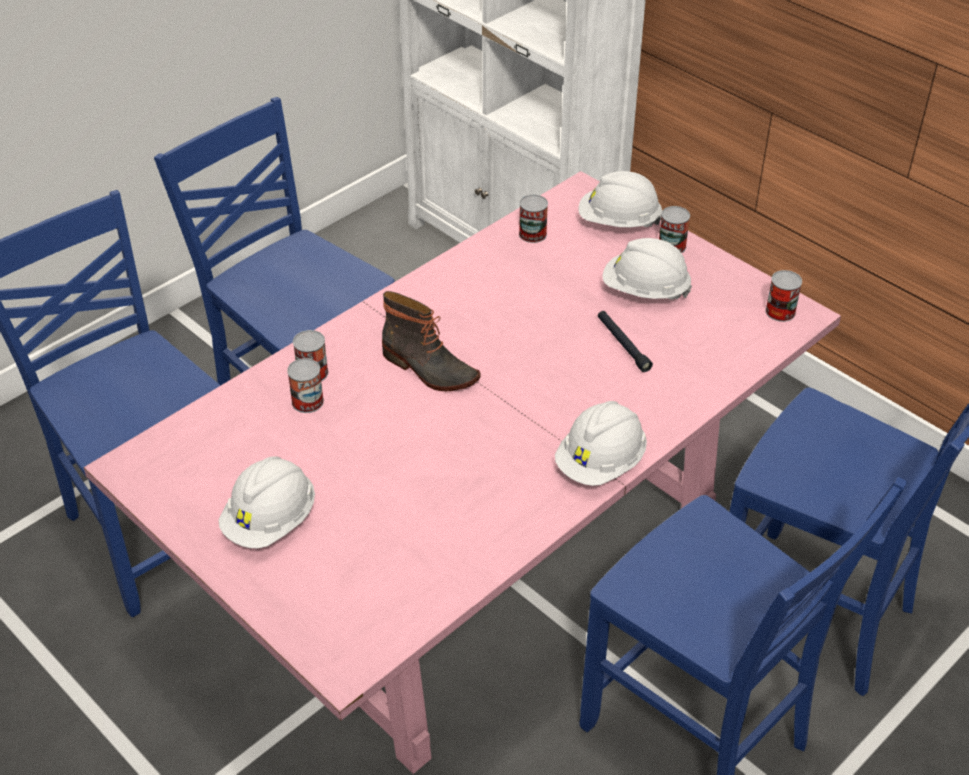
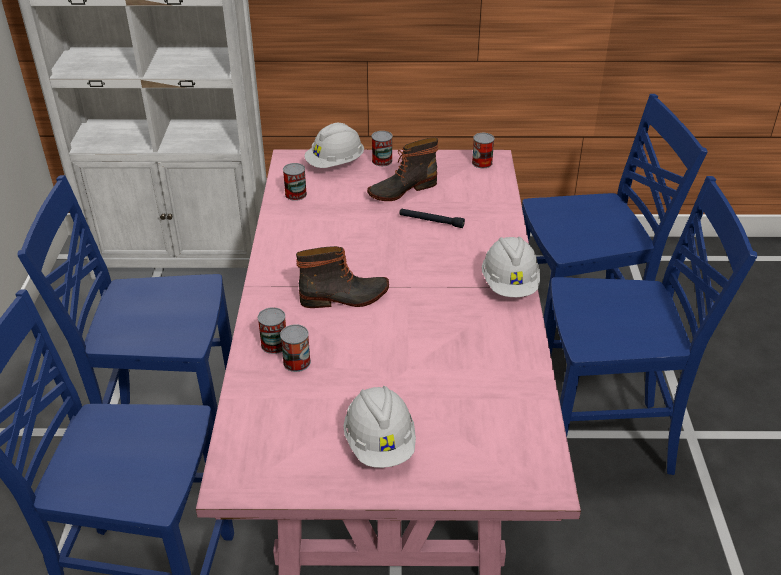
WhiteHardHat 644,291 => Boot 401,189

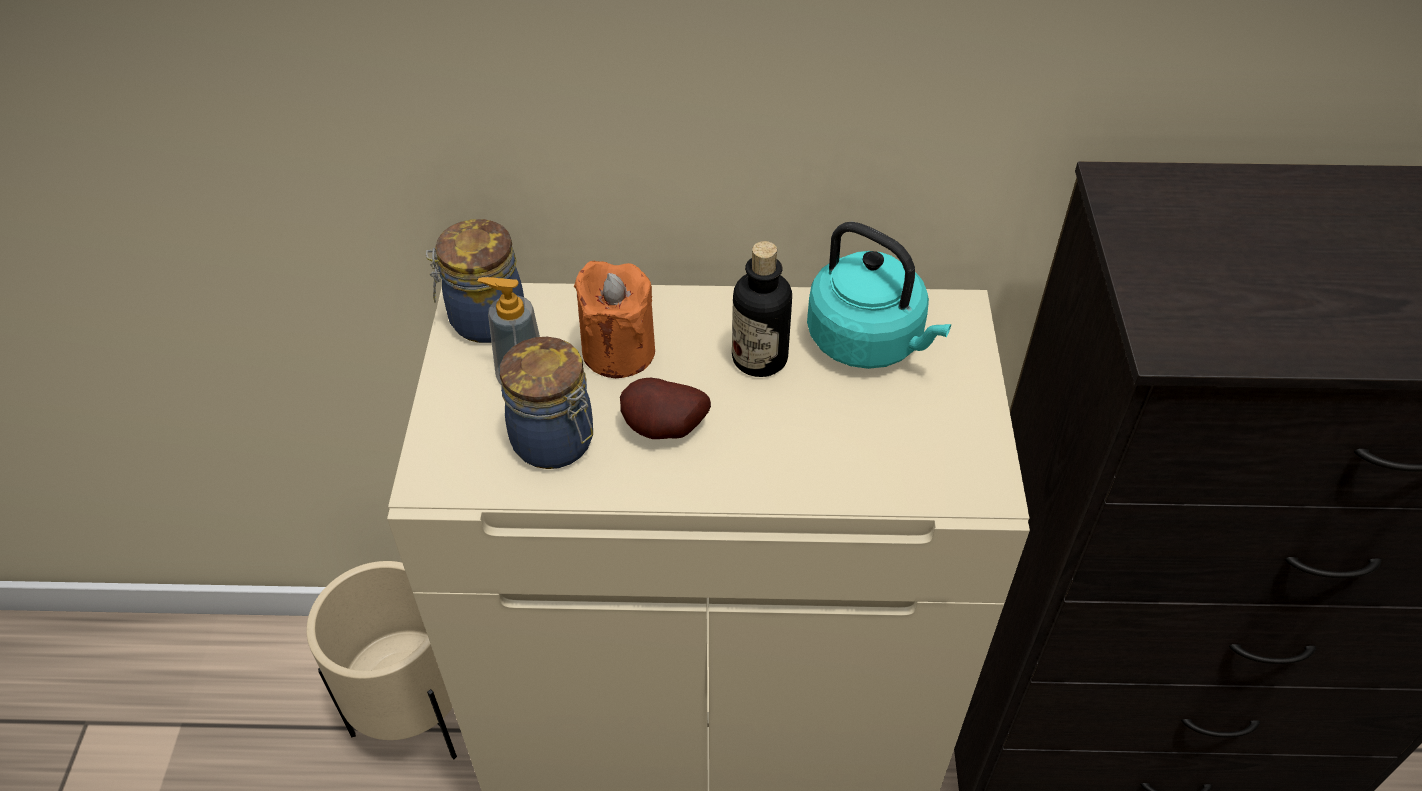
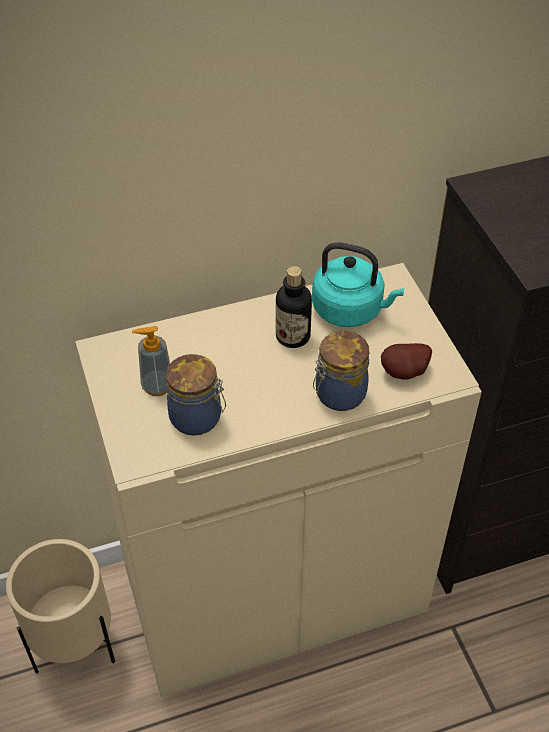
Jar 484,320 => Jar 338,395, move
Potato 664,431 => Potato 406,374, move
OrangeCandle 618,351 => nothing

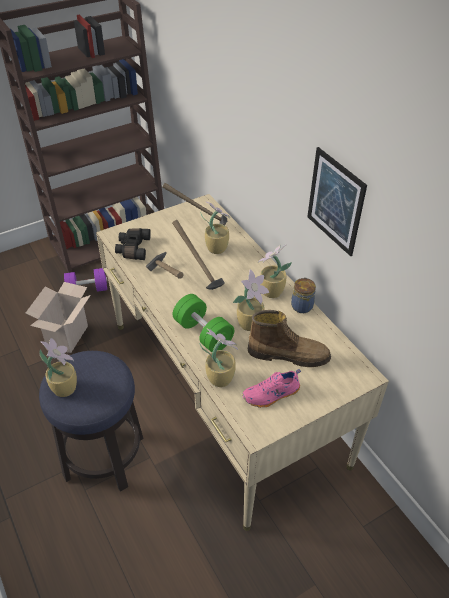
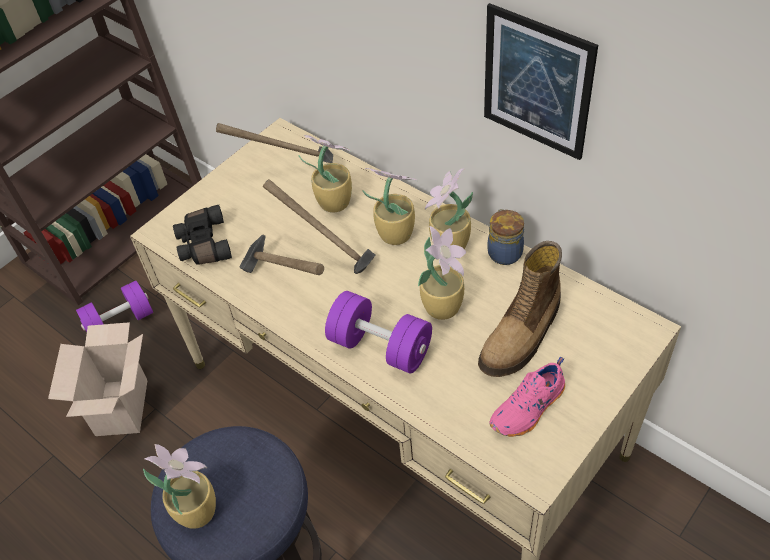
GreenDumbbell 203,333 => PurpleDumbbell 380,346
PottedPlant 219,377 => PottedPlant 394,233, move
Boot 288,354 => Boot 522,335, 135 degrees clockwise

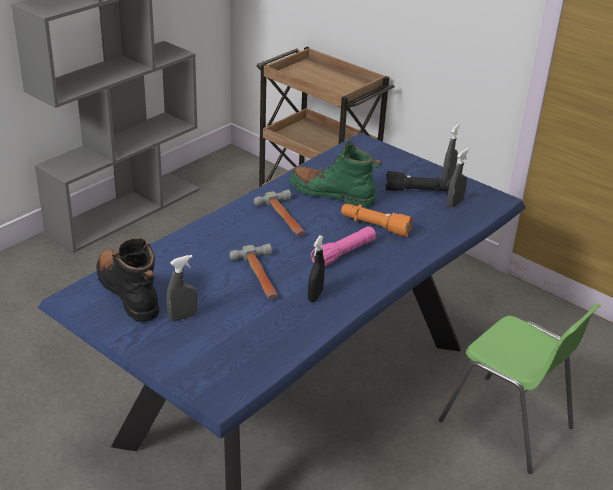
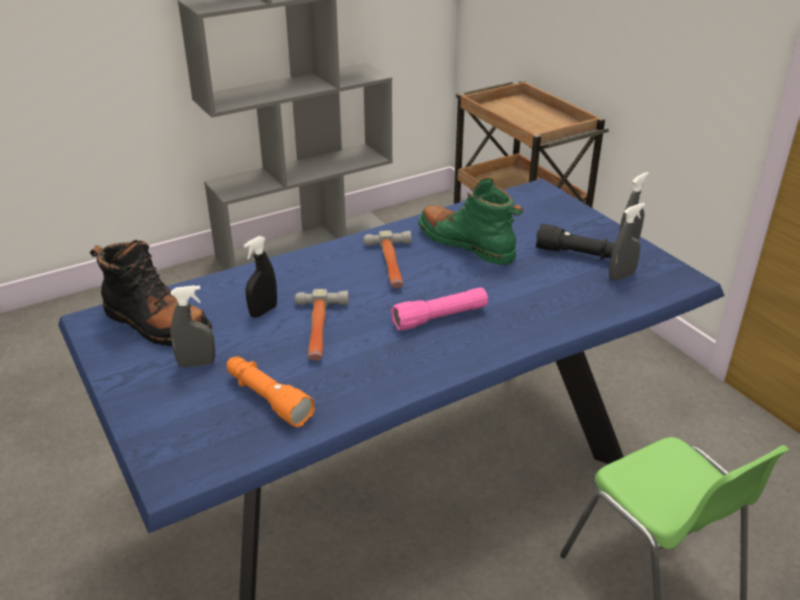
BlackBoot 129,293 => BlackBoot 156,324, 135 degrees clockwise
OrangeFlashlight 374,226 => OrangeFlashlight 267,399, move
BlackSprayBottle 315,295 => BlackSprayBottle 263,311, move

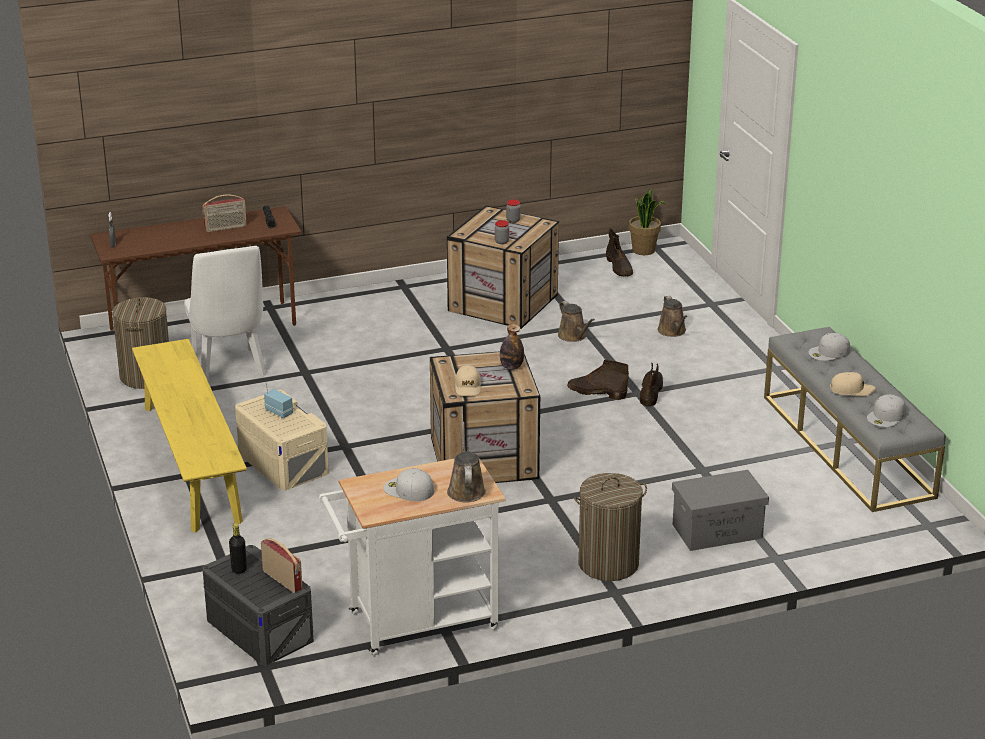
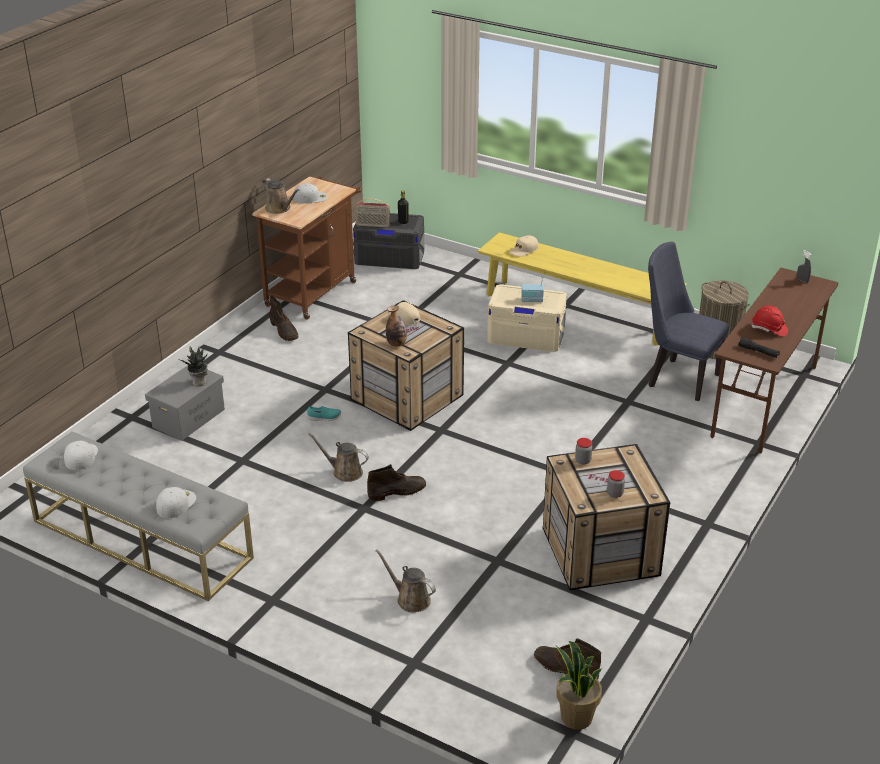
nothing => PottedPlant 199,382
WhiteCart 414,624 => BrownCart 314,291
BrownBoot 651,391 => BrownBoot 284,331, move
nothing => TurquoiseShoe 324,418
BrownWateringCan 573,336 => BrownWateringCan 344,472, move
BeigeCap 852,390 => BeigeCap 523,250, move
WhiteChair 229,370 => BlueChair 677,378
Radio 225,228 => RedHardHat 769,329
LaundryBasket 608,564 => nothing

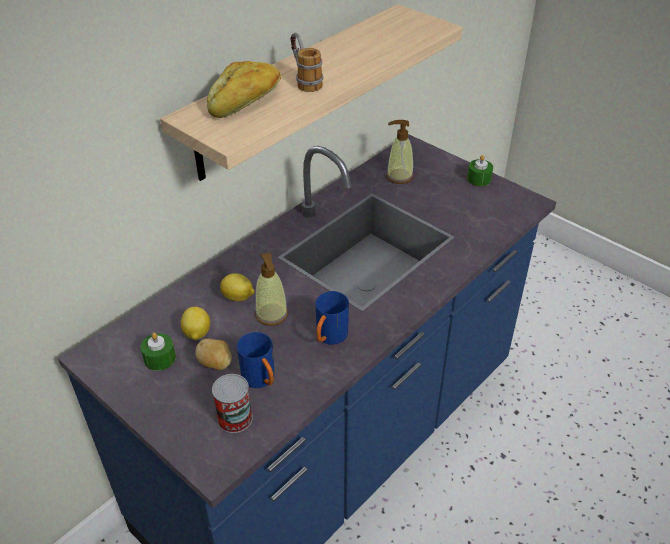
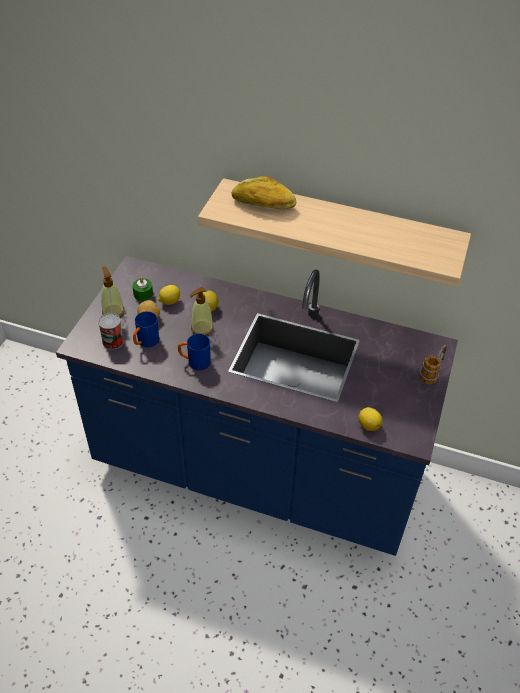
SoapDispenser 399,176 => SoapDispenser 113,312, move
nothing => Lemon 368,425
Mug 304,81 => Mug 432,372, move
GreenCandle 479,179 => nothing

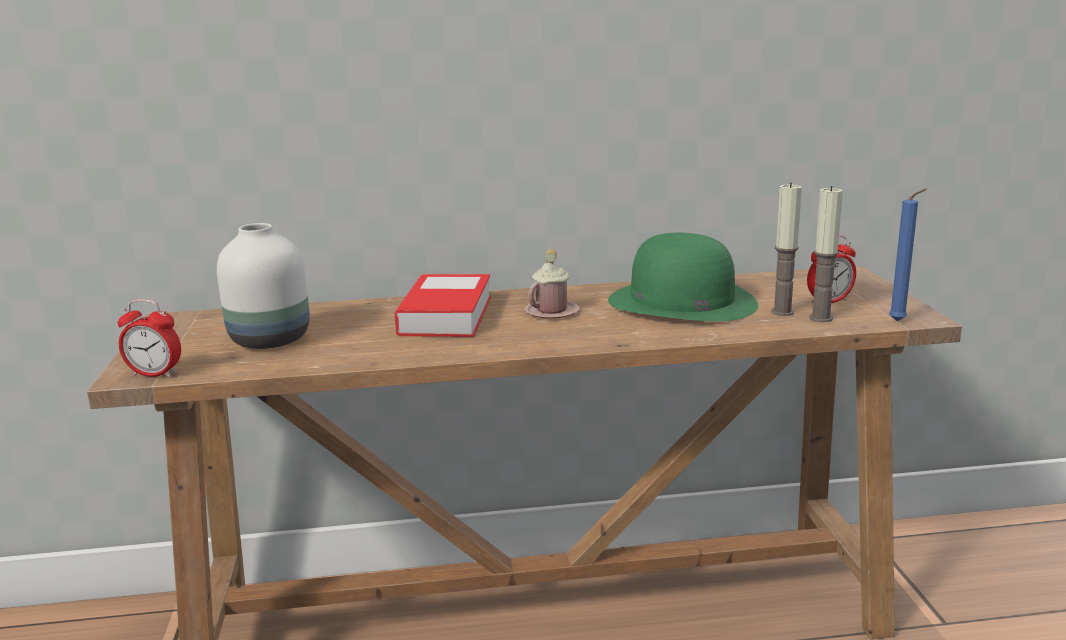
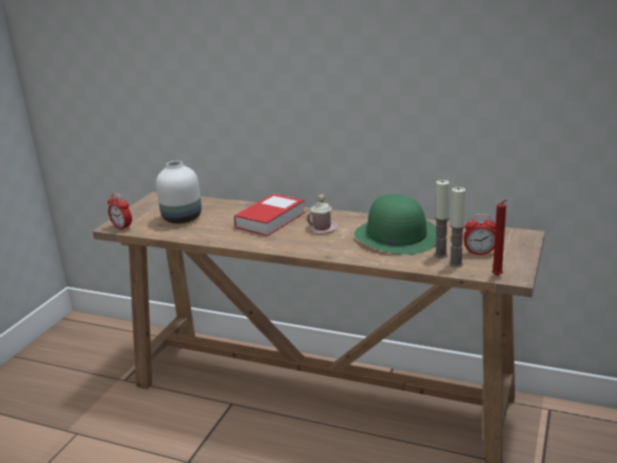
BlueCandle 899,322 => RedCandle 498,276

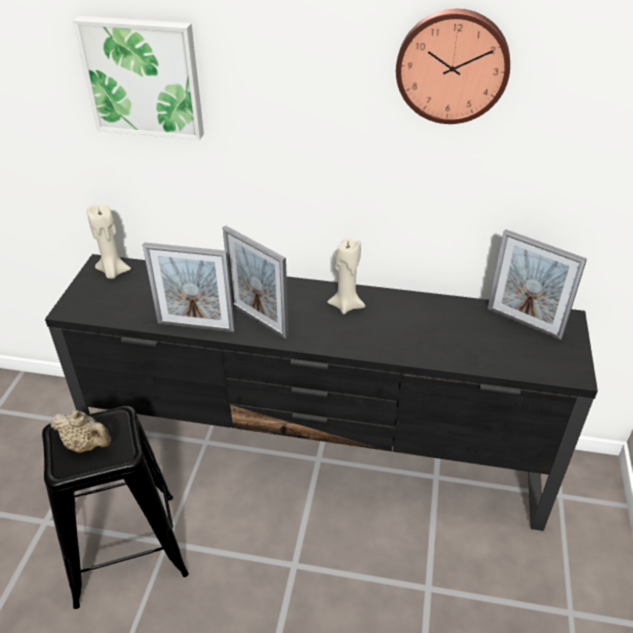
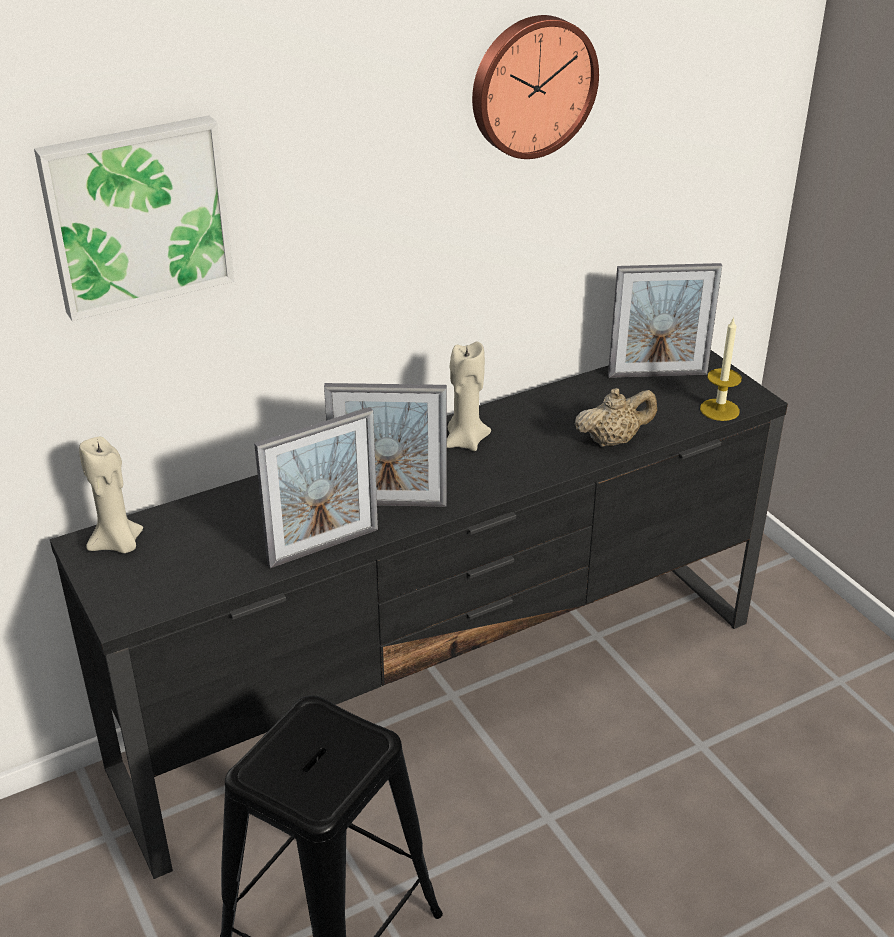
BeigeTeapot 86,445 => BeigeTeapot 613,440, move
nothing => Candle 719,410

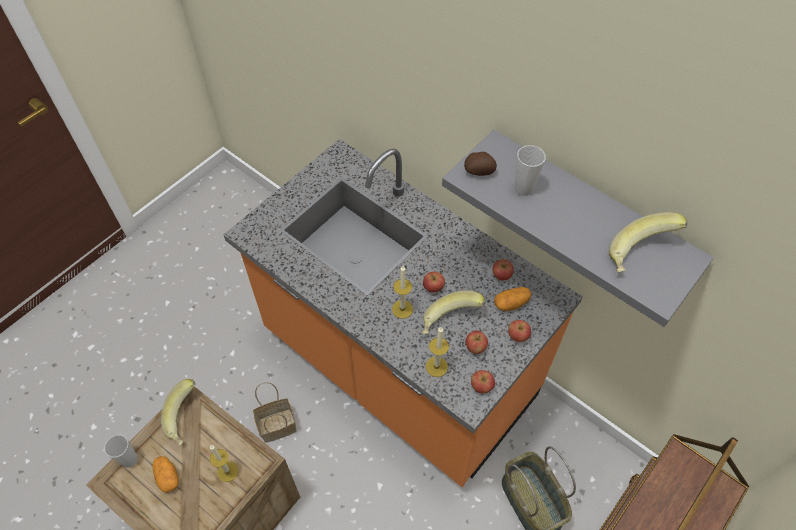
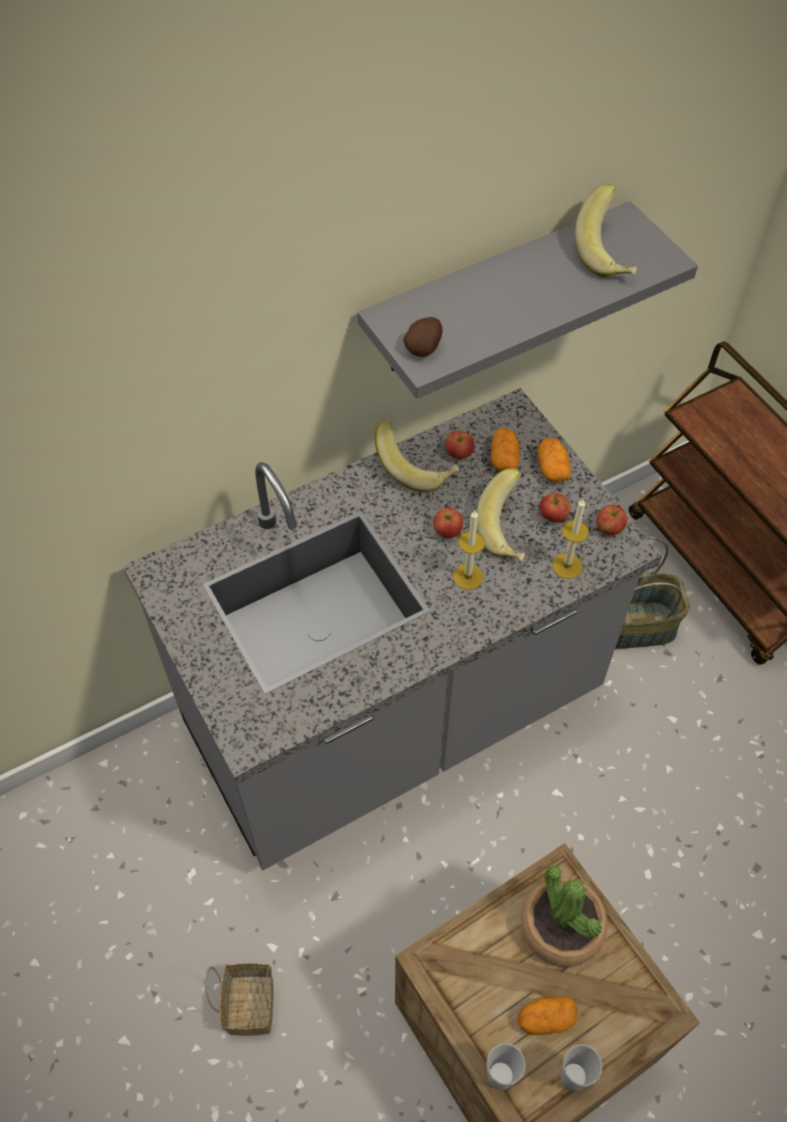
OrangeCounter 397,367 => GreyCounter 393,714
Basket 278,424 => Basket 249,1003, move
Banana 186,418 => Banana 416,468, move
Candle 227,471 => PottedPlant 562,926
Apple 517,336 => Potato 552,468
Cup 523,189 => Cup 573,1076, move

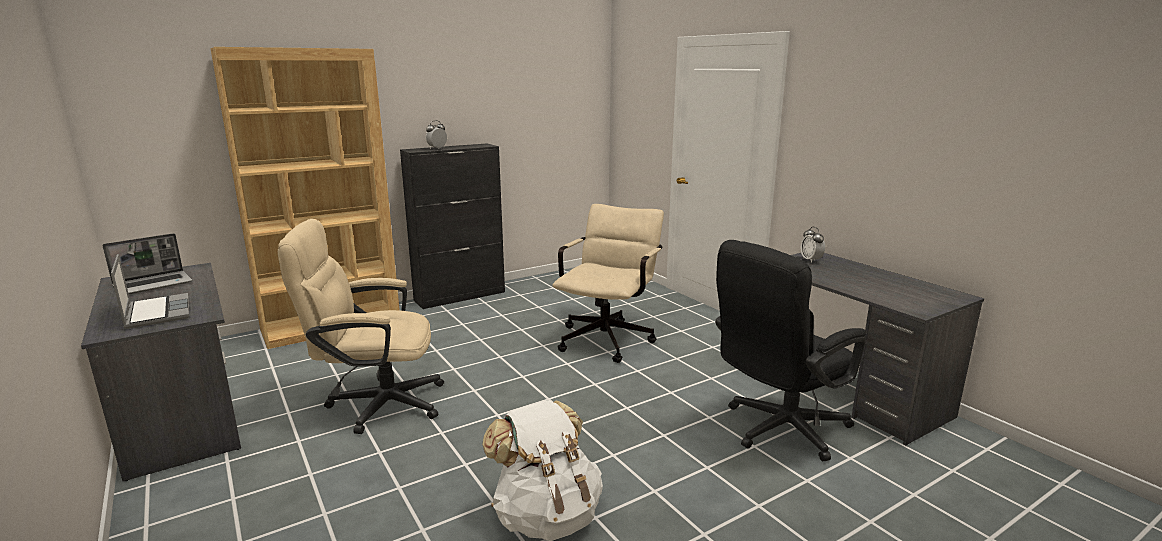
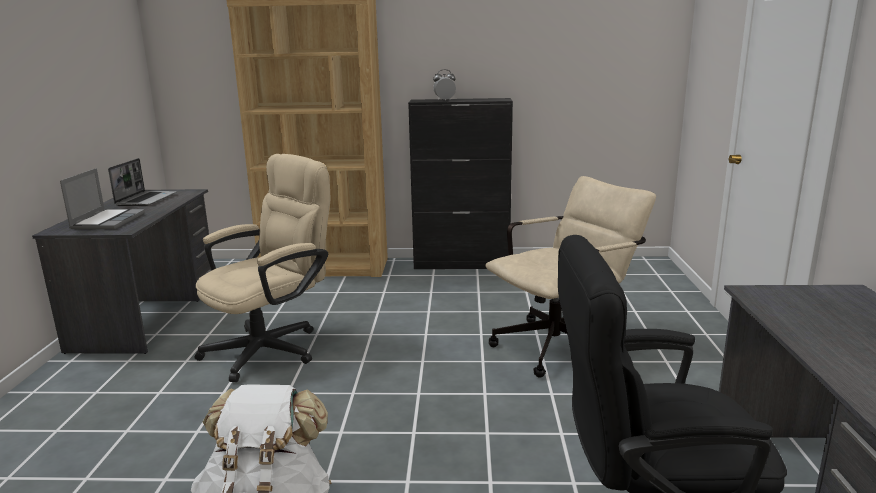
Laptop 154,284 => Laptop 146,199, 75 degrees counterclockwise
BeigeOfficeChair 375,404 => BeigeOfficeChair 272,347, 105 degrees clockwise
AlarmClock 811,260 => nothing

